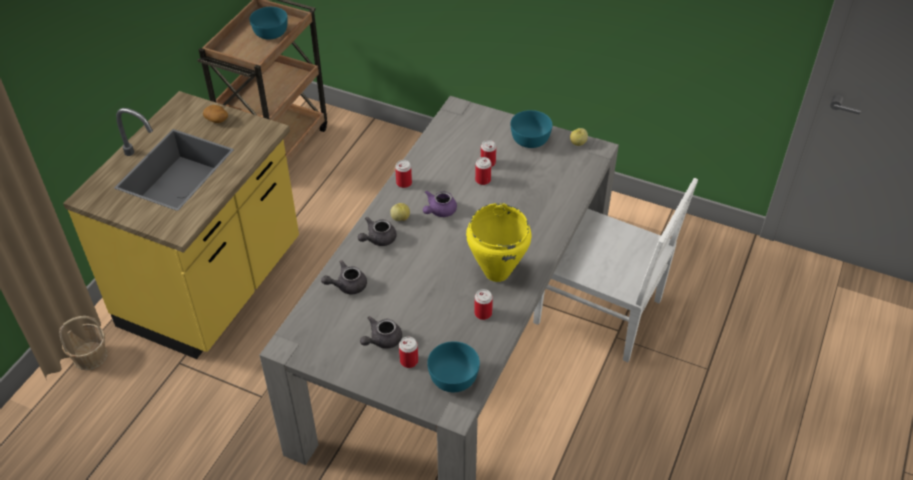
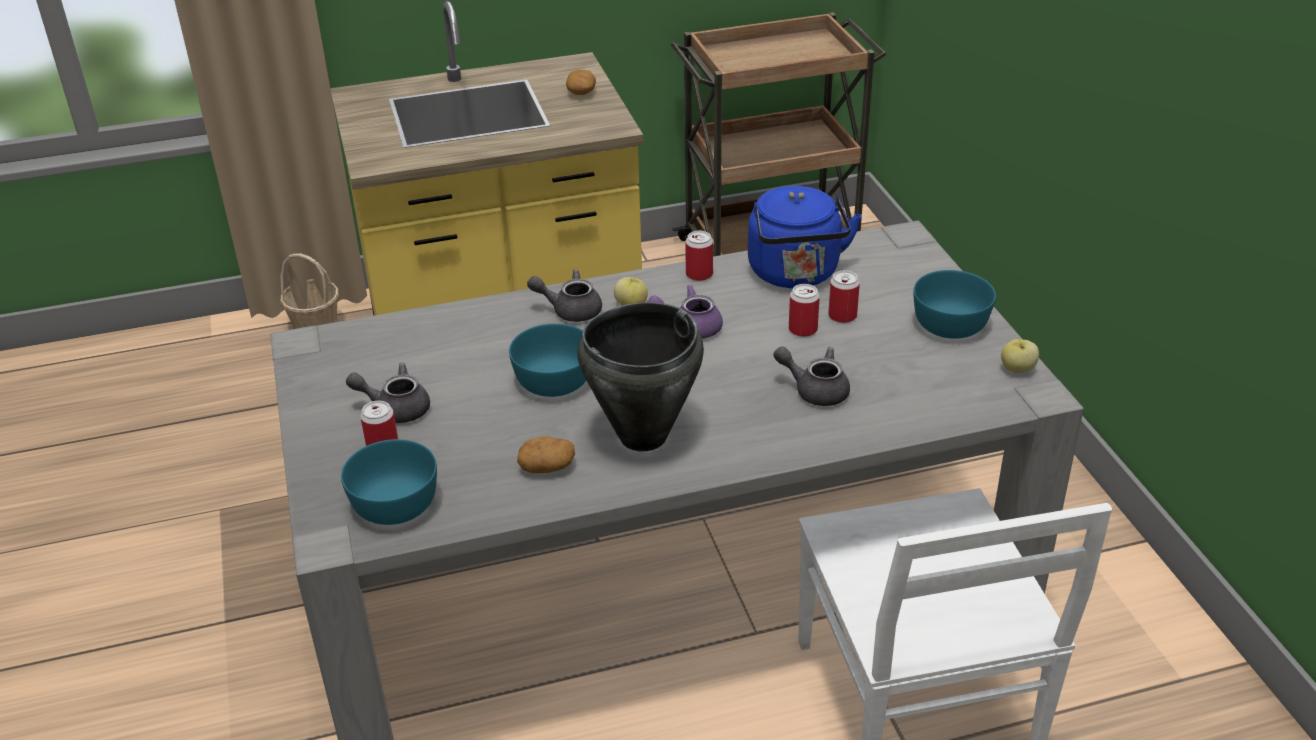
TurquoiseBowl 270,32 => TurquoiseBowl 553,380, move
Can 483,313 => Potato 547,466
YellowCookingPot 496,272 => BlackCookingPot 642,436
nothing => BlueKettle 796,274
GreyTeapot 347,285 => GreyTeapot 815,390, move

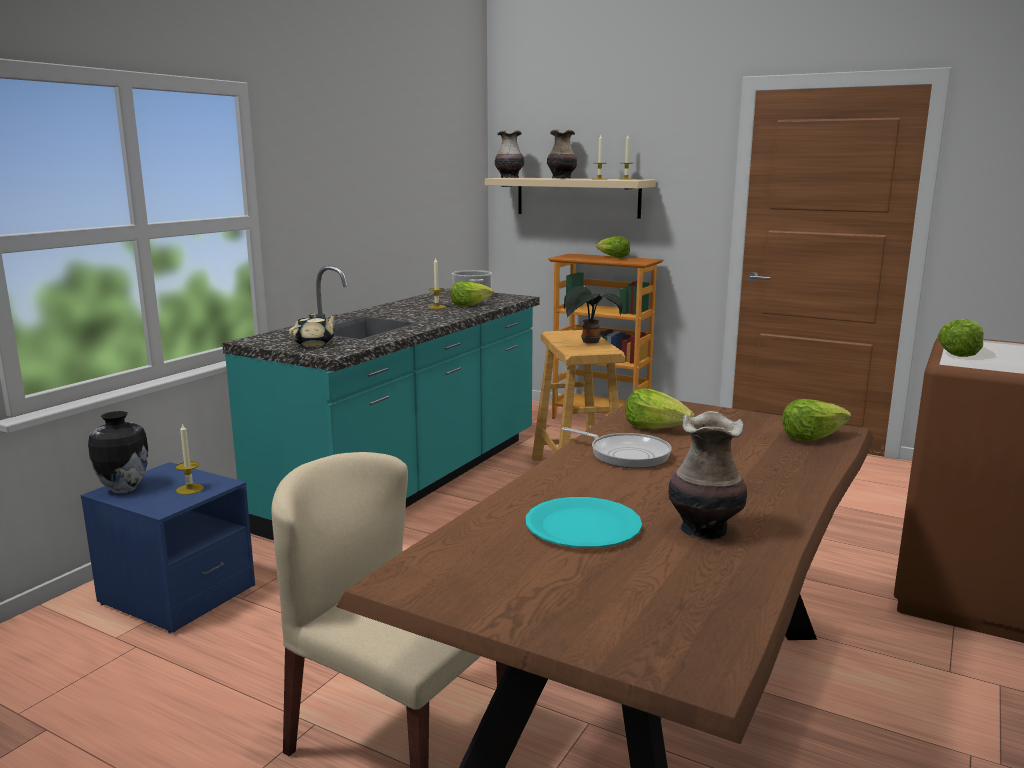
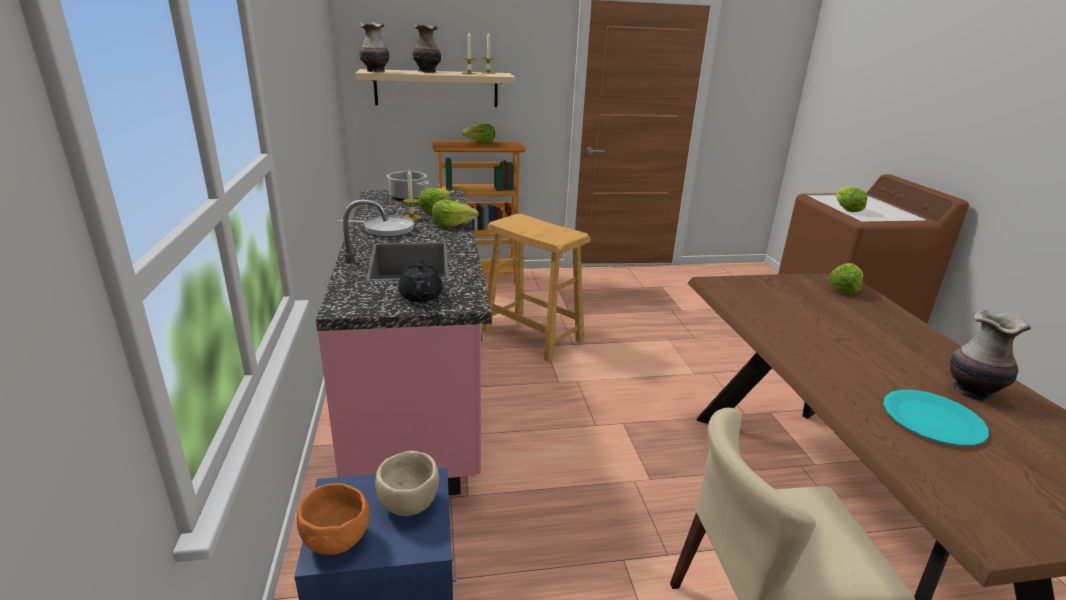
Vase 123,489 => OrangeBowl 335,541
TurquoiseCounter 409,481 => PinkCounter 418,386
FryingPan 625,454 => FryingPan 386,229, move
Candle 190,489 => BeigeBowl 410,504
BeigeTeapot 314,344 => BlackTeapot 421,295
Lettuce 656,428 => Lettuce 453,225, move
PottedPlant 589,343 => nothing

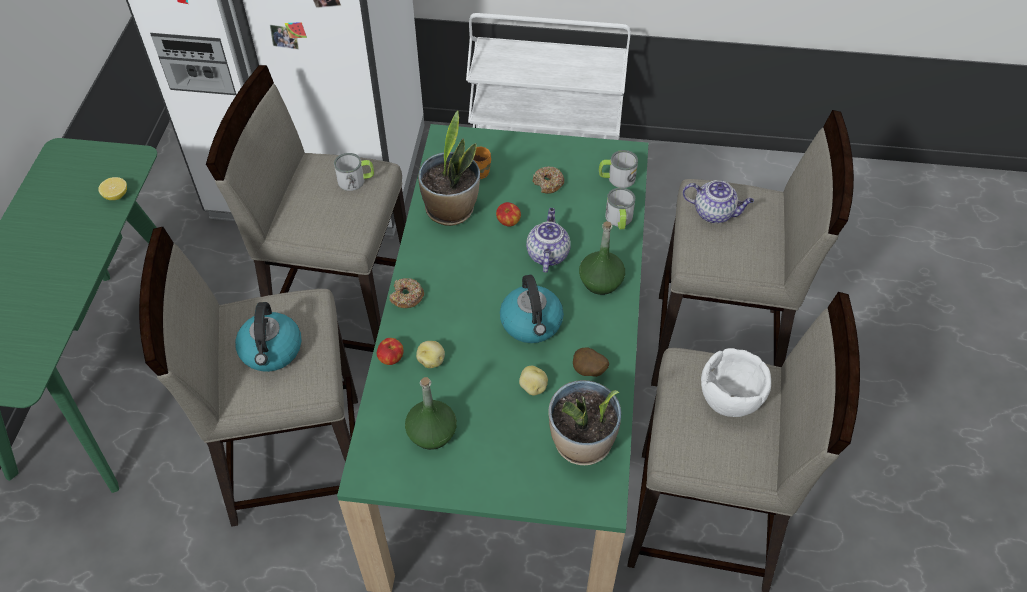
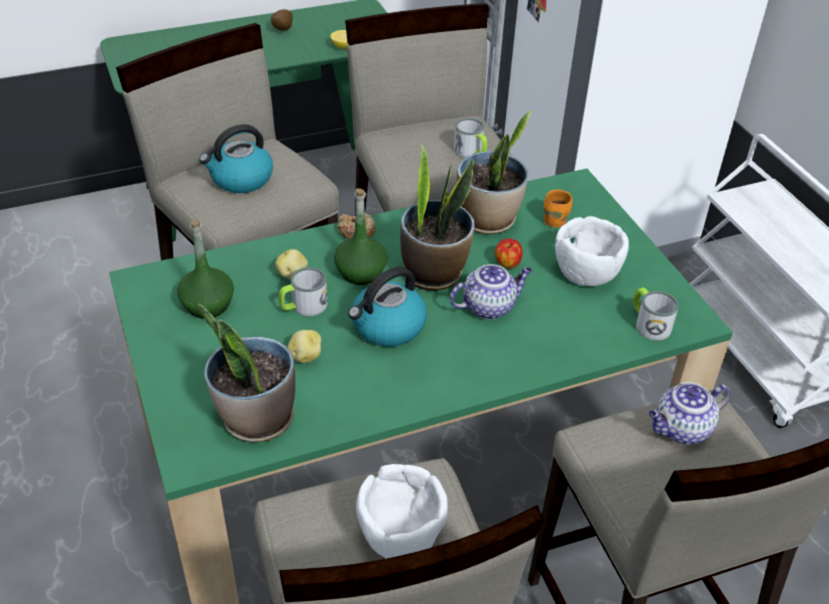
Potato 588,371 => Potato 281,30, move
Mug 619,220 => Mug 303,306, move
GreenBottle 600,281 => GreenBottle 361,272, move
nothing => PottedPlant 433,273
Donut 548,184 => WhiteBowl 587,274
Teapot 715,213 => Teapot 681,430, 75 degrees clockwise
Apple 391,359 => nothing

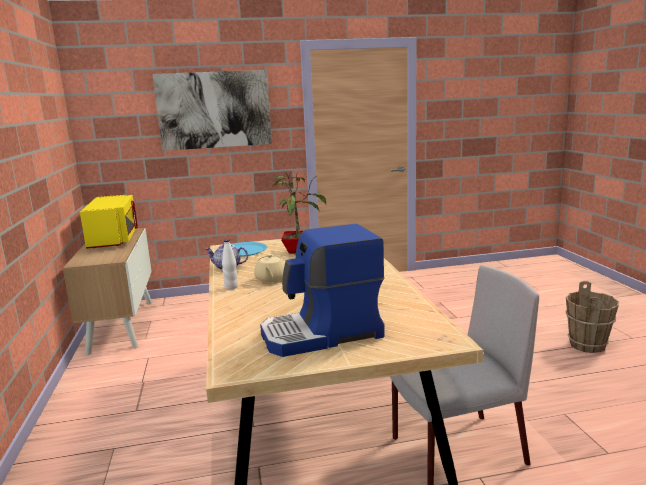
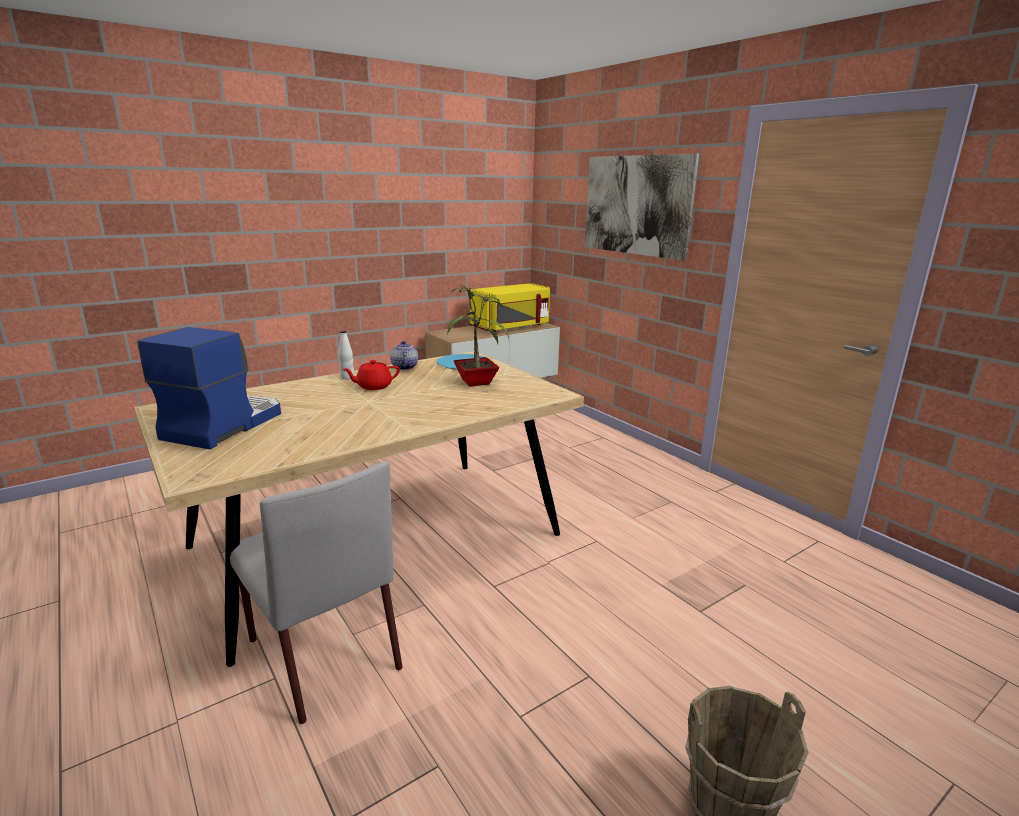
CoffeeMachine 322,334 => CoffeeMachine 223,425, 60 degrees clockwise
BeigeTeapot 271,279 => RedTeapot 373,386

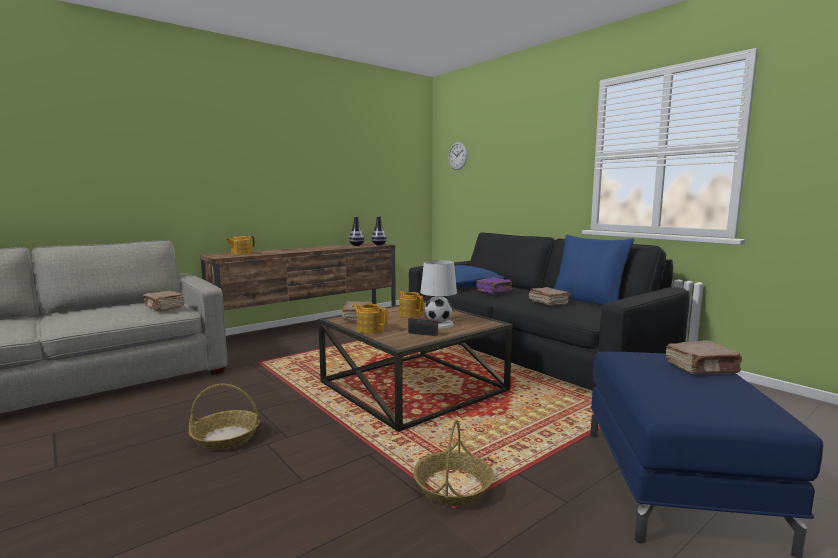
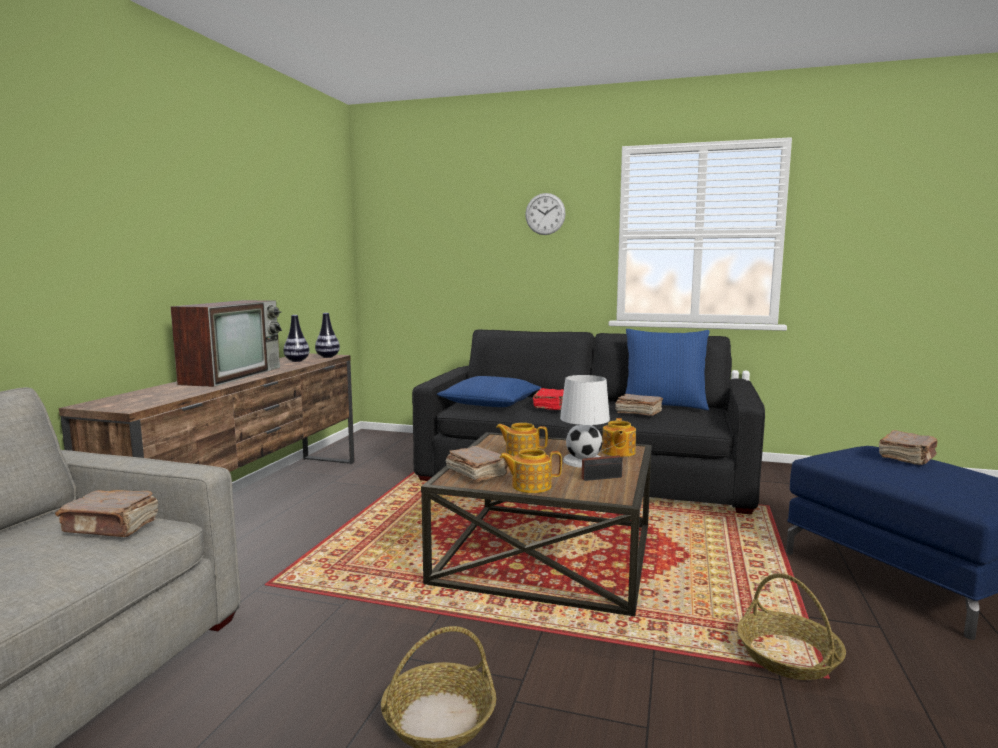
nothing => Television 233,375
WallClock 457,156 => WallClock 545,214, move
PurpleBook 494,291 => RedBook 551,407
Teapot 240,253 => Teapot 618,452, move

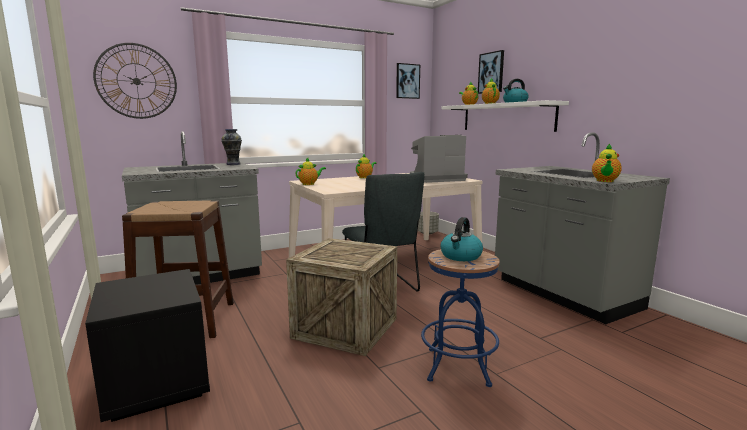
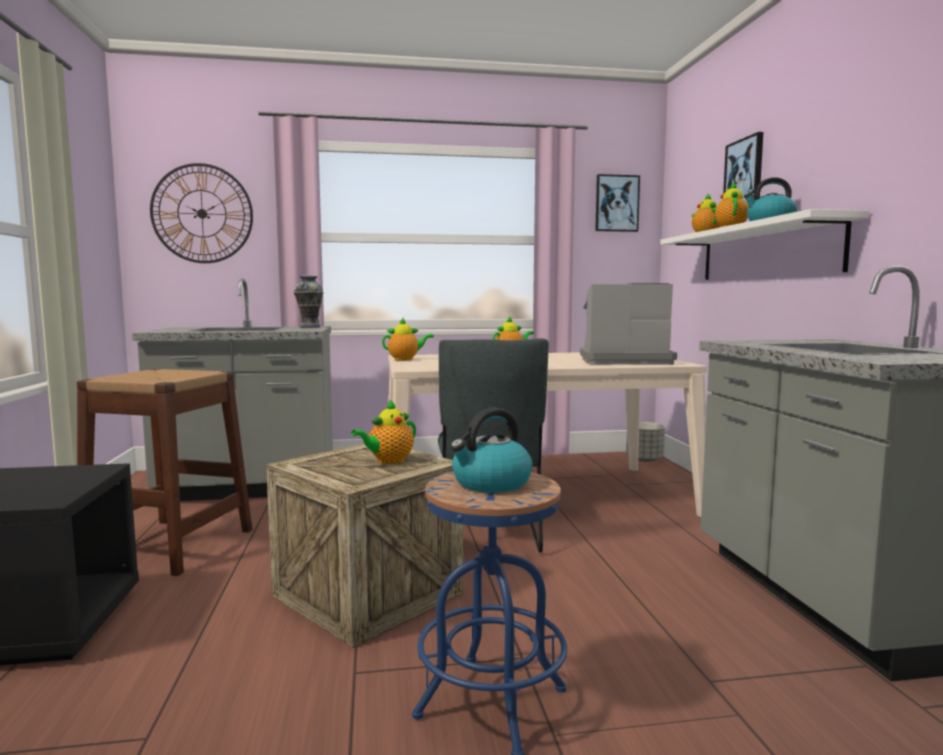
Teapot 605,181 => Teapot 388,461, move

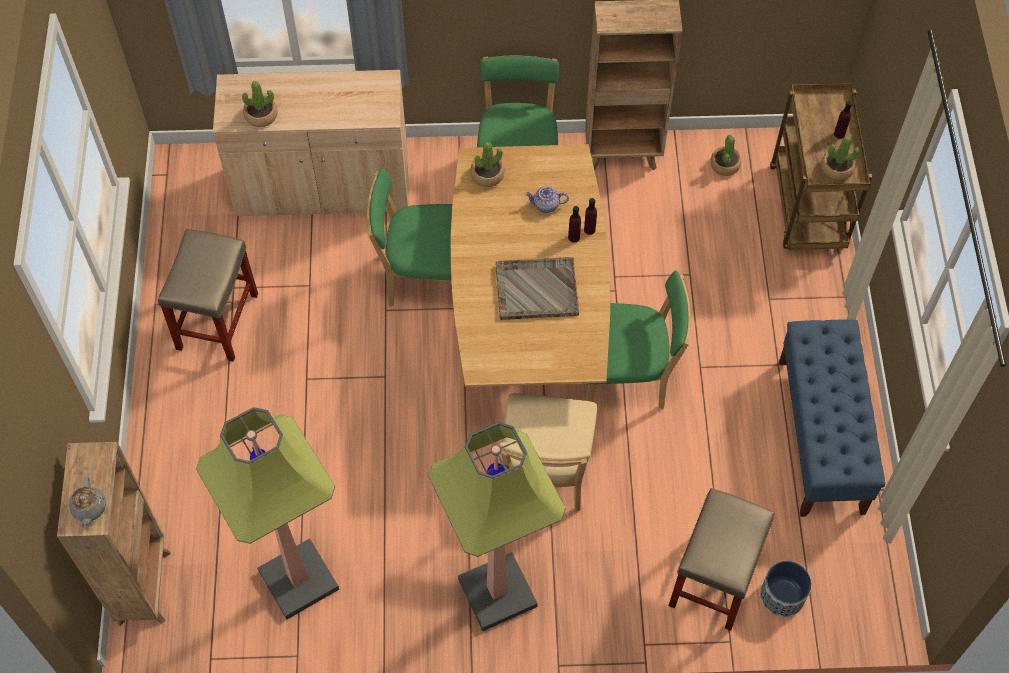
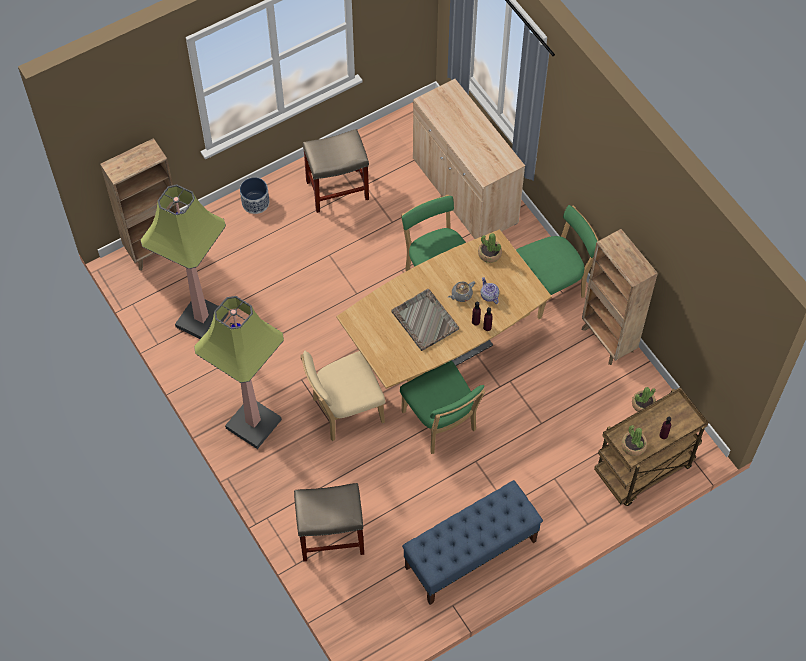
Planter 781,596 => Planter 255,202, move
GreyTeapot 89,508 => GreyTeapot 461,295, move
PottedPlant 261,115 => nothing

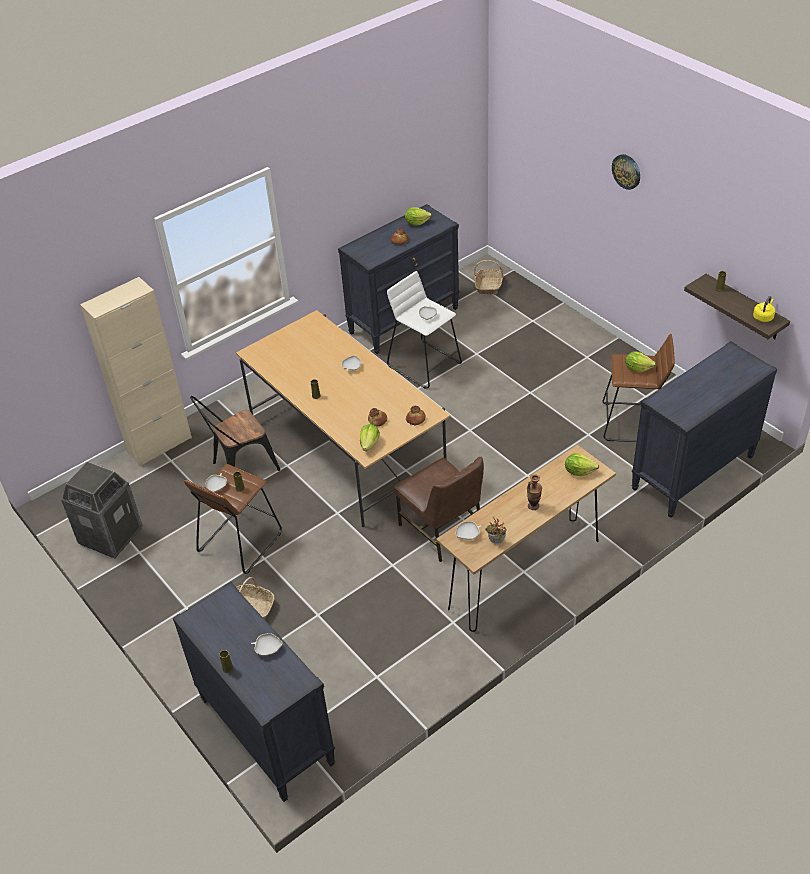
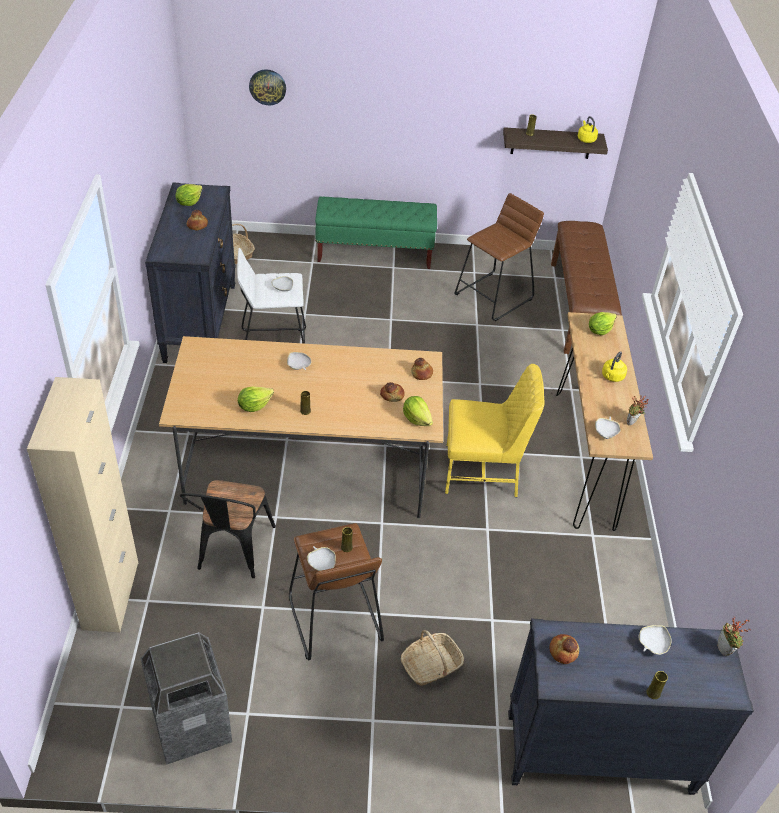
Lettuce 637,368 => Lettuce 254,406, move
WallClock 626,171 => WallClock 267,87, move
nothing => GreenBench 375,253
BrownChair 442,530 => YellowChair 482,472
nothing => Bread 563,651
BlackDresser 692,473 => BrownBench 579,308
Vase 533,506 => YellowKettle 612,377
nothing => PottedPlant 725,650

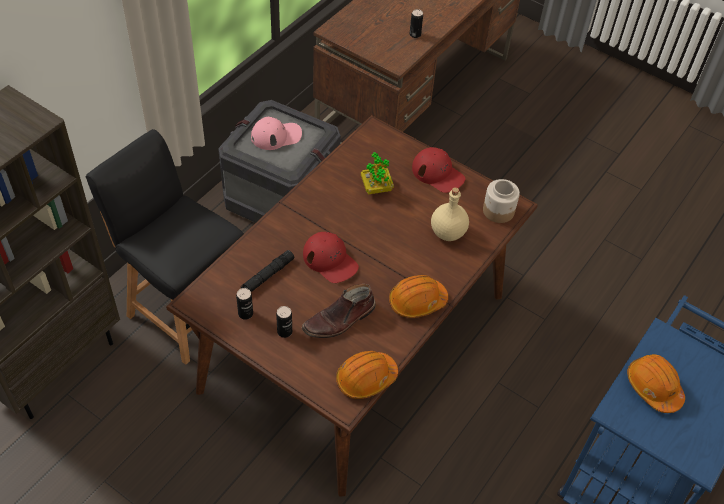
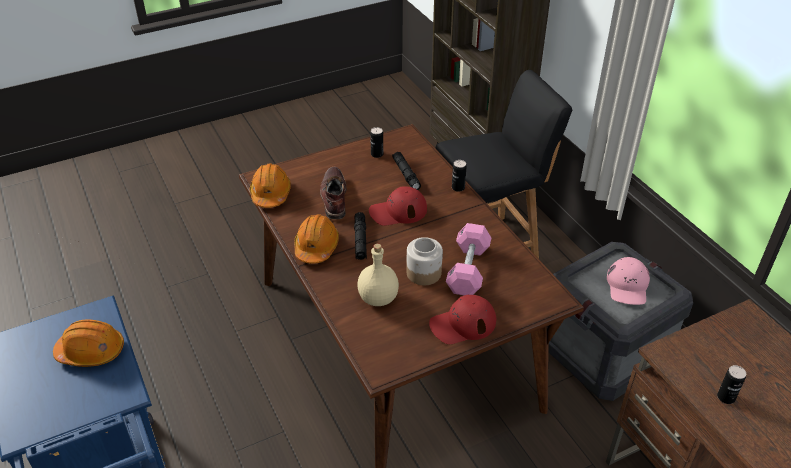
nothing => BlackFlashlight 360,240
Jar 499,211 => Jar 423,273, move
PottedPlant 376,188 => PinkDumbbell 468,269
Can 284,331 => Can 458,188, move

